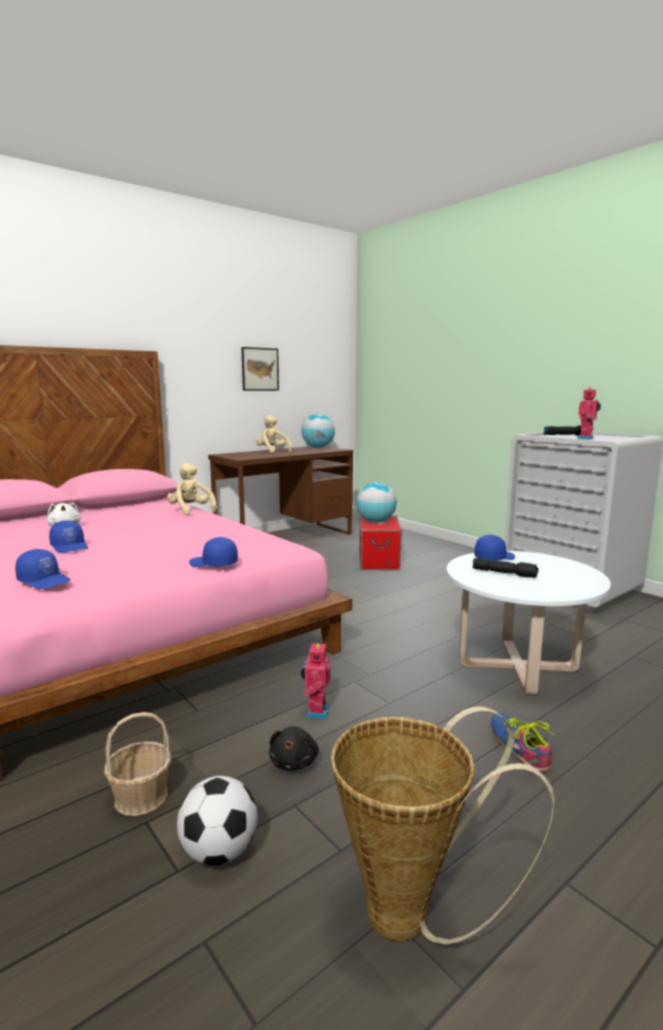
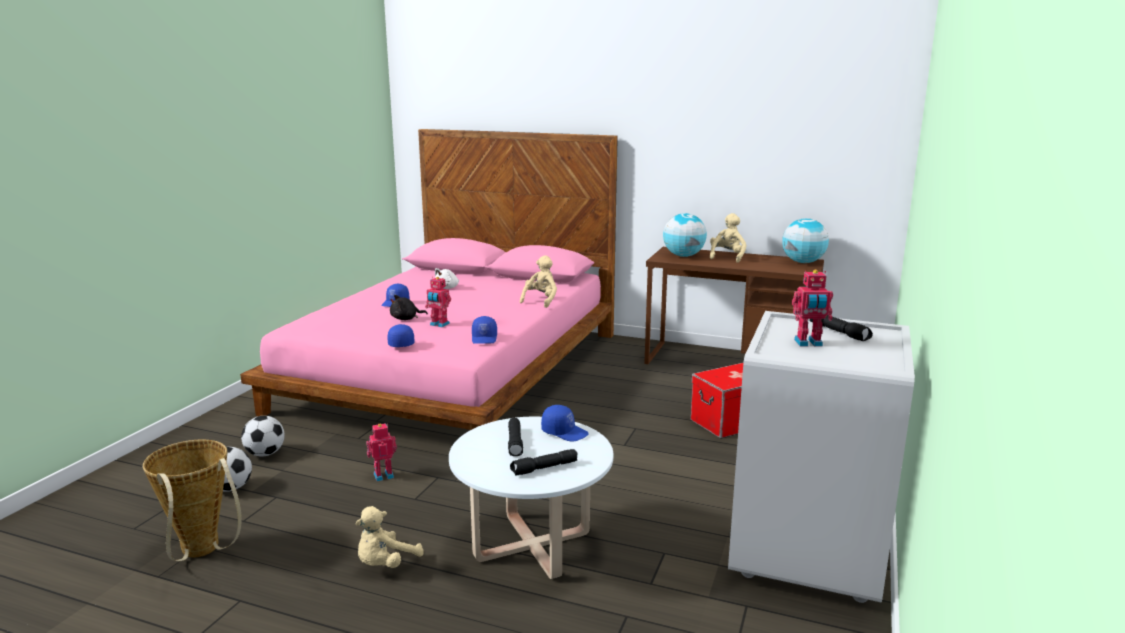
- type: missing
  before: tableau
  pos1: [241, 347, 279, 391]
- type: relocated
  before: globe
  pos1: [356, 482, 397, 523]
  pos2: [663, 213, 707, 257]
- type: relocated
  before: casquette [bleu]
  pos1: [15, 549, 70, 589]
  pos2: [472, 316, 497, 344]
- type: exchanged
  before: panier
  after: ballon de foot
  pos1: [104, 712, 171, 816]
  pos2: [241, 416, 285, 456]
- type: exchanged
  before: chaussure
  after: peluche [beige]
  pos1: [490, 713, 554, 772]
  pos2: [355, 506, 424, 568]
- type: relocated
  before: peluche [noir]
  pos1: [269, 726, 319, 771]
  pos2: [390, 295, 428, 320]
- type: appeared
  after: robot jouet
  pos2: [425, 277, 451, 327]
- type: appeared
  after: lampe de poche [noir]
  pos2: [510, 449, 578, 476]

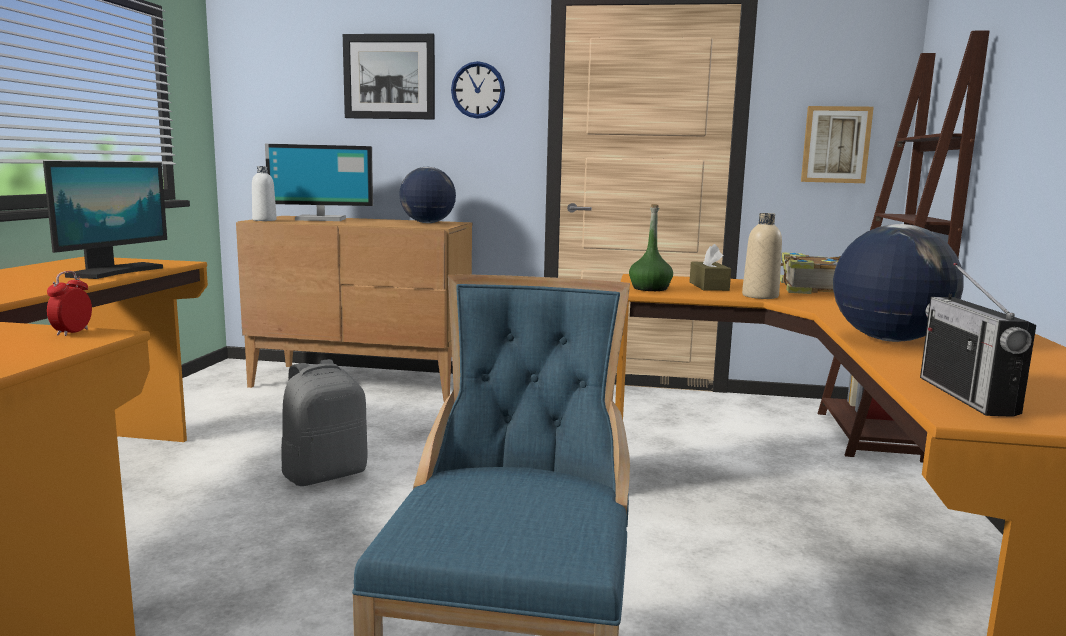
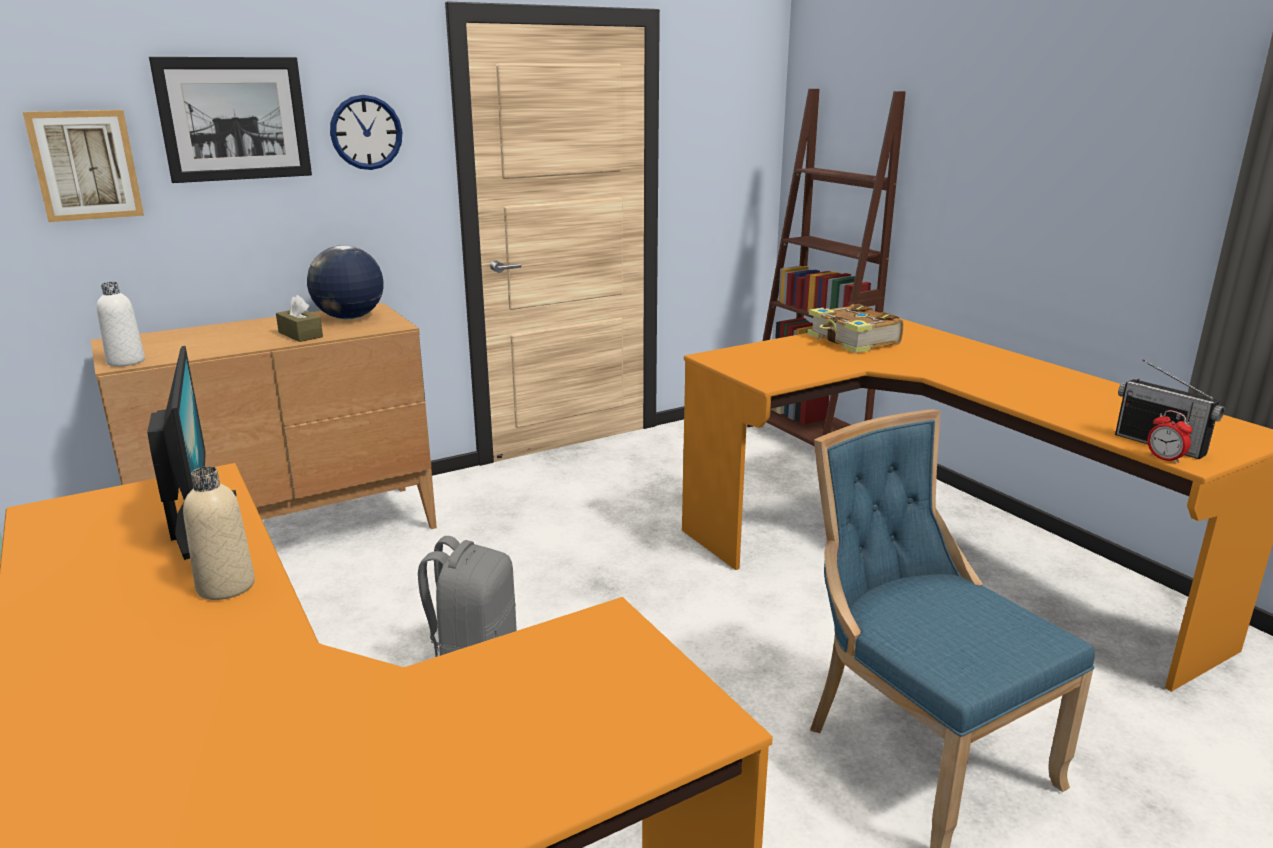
- type: relocated
  before: tableau
  pos1: [801, 106, 874, 183]
  pos2: [23, 110, 144, 222]
- type: missing
  before: écran d'ordinateur
  pos1: [265, 144, 373, 221]
- type: missing
  before: bouteille [vert]
  pos1: [629, 204, 673, 291]
- type: relocated
  before: bouteille [beige]
  pos1: [742, 213, 782, 299]
  pos2: [183, 466, 255, 600]
- type: missing
  before: globe
  pos1: [833, 224, 964, 342]
- type: relocated
  before: boîte à mouchoirs [marron]
  pos1: [690, 244, 731, 291]
  pos2: [276, 295, 323, 342]
- type: relocated
  before: réveil
  pos1: [47, 271, 92, 336]
  pos2: [1147, 410, 1192, 464]

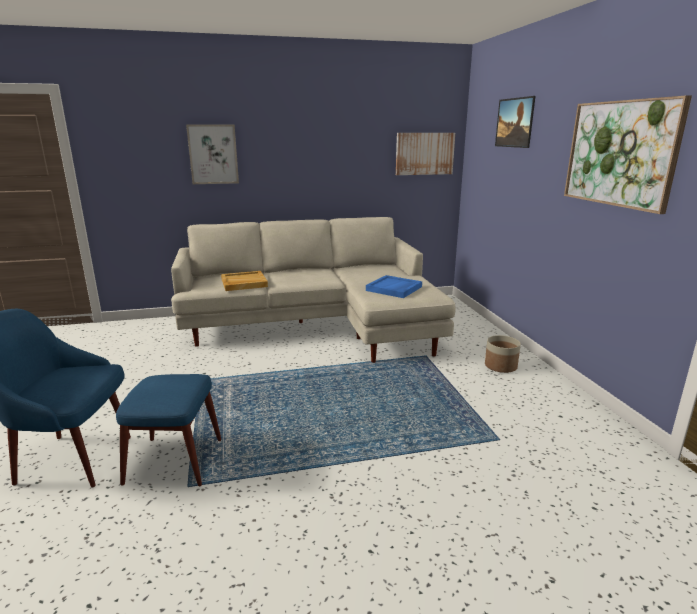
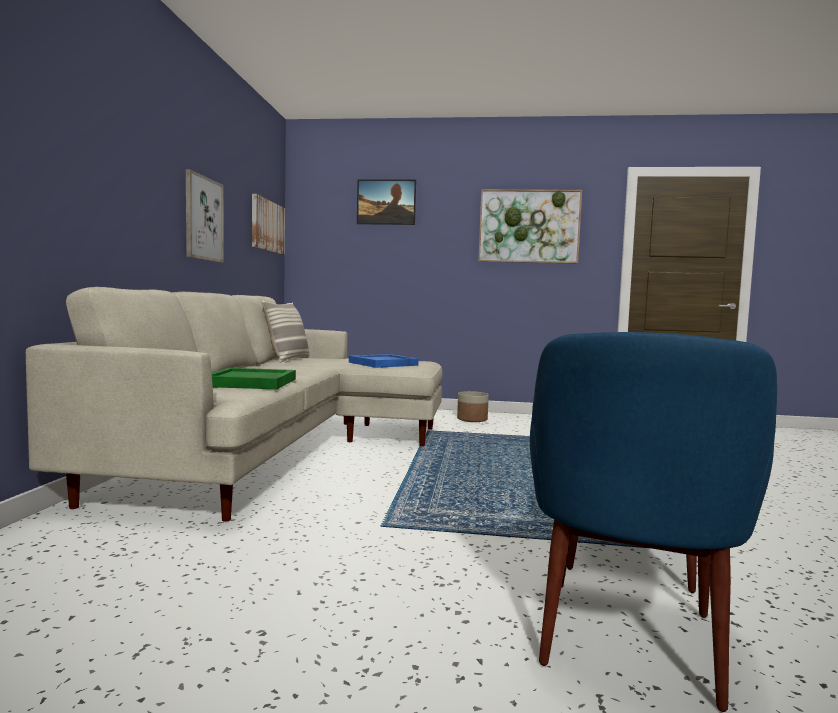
- type: relocated
  before: tableau
  pos1: [186, 124, 239, 184]
  pos2: [186, 169, 224, 263]
- type: colour
  before: plateau [beige]
  after: plateau [vert]
  pos1: [221, 271, 268, 291]
  pos2: [212, 368, 296, 389]
- type: appeared
  after: coussin
  pos2: [262, 300, 309, 363]

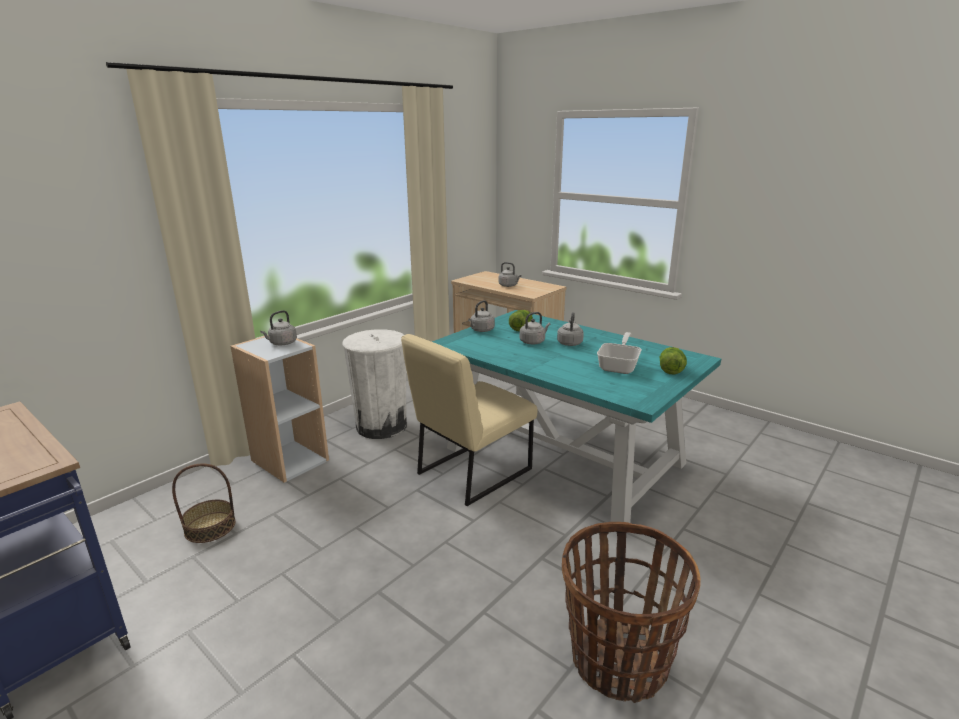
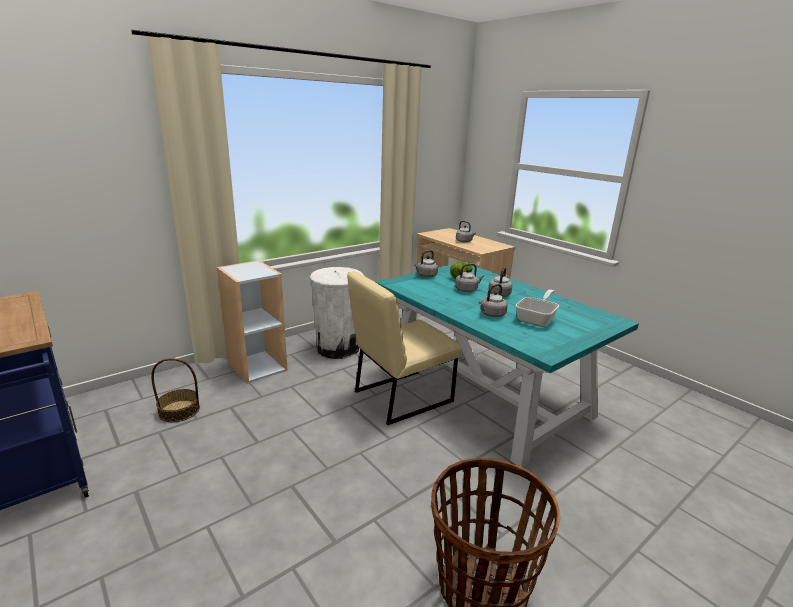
- type: relocated
  before: bouilloire [gris]
  pos1: [260, 310, 297, 345]
  pos2: [479, 284, 508, 317]
- type: missing
  before: laitue
  pos1: [660, 347, 687, 374]

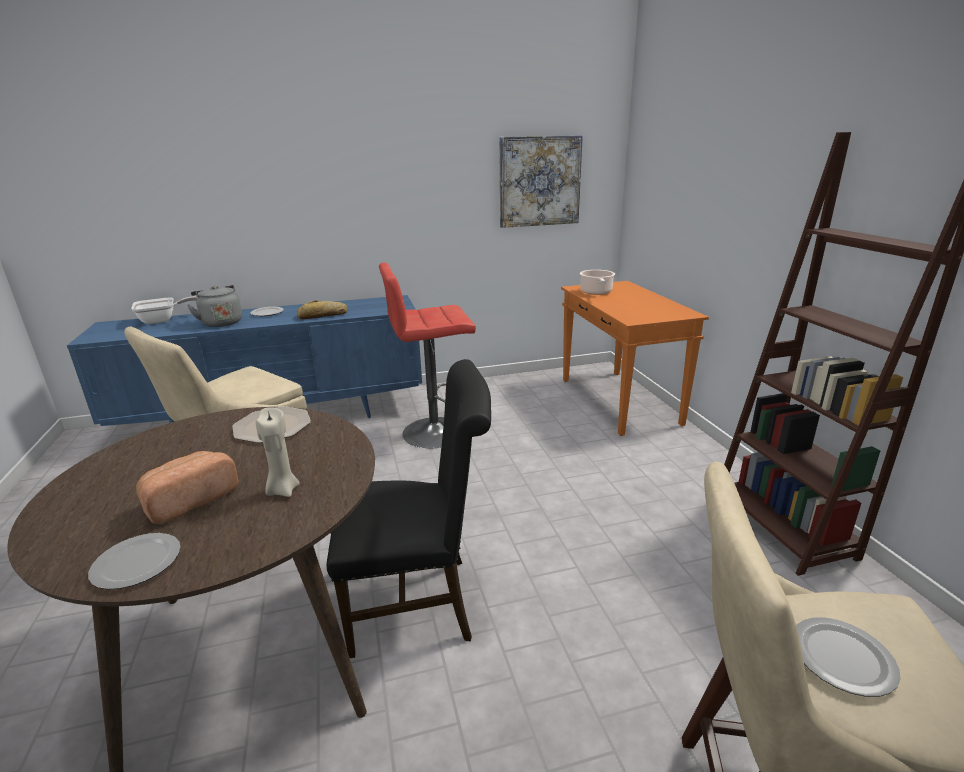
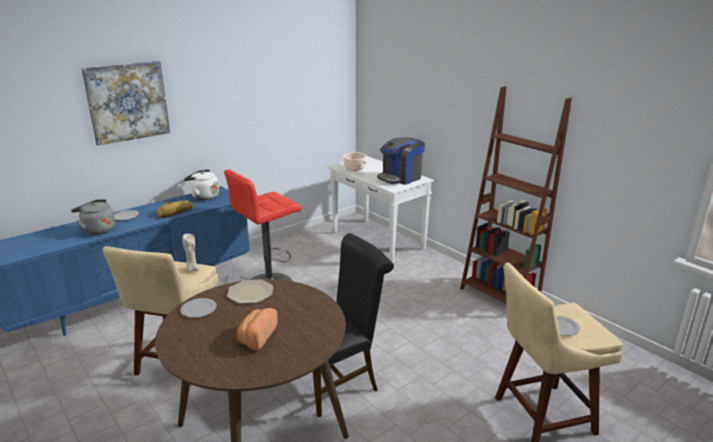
- type: relocated
  before: tableau
  pos1: [499, 135, 583, 228]
  pos2: [81, 61, 170, 146]
- type: colour
  before: table console [orange]
  after: table console [blanc]
  pos1: [561, 281, 709, 436]
  pos2: [328, 156, 434, 262]
- type: missing
  before: poêle
  pos1: [131, 296, 198, 324]
- type: relocated
  before: bougie [beige]
  pos1: [256, 407, 300, 497]
  pos2: [183, 234, 200, 272]
- type: relocated
  before: assiette
  pos1: [88, 533, 181, 589]
  pos2: [180, 298, 217, 318]
- type: appeared
  after: machine à café
  pos2: [377, 137, 425, 185]
- type: appeared
  after: bouilloire [blanc]
  pos2: [184, 169, 219, 200]

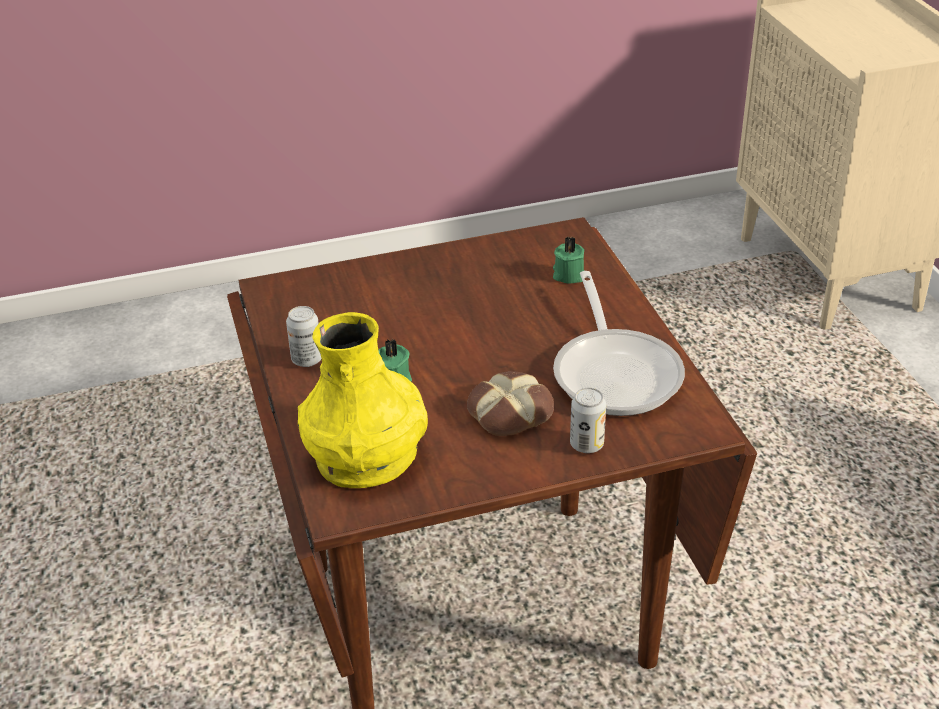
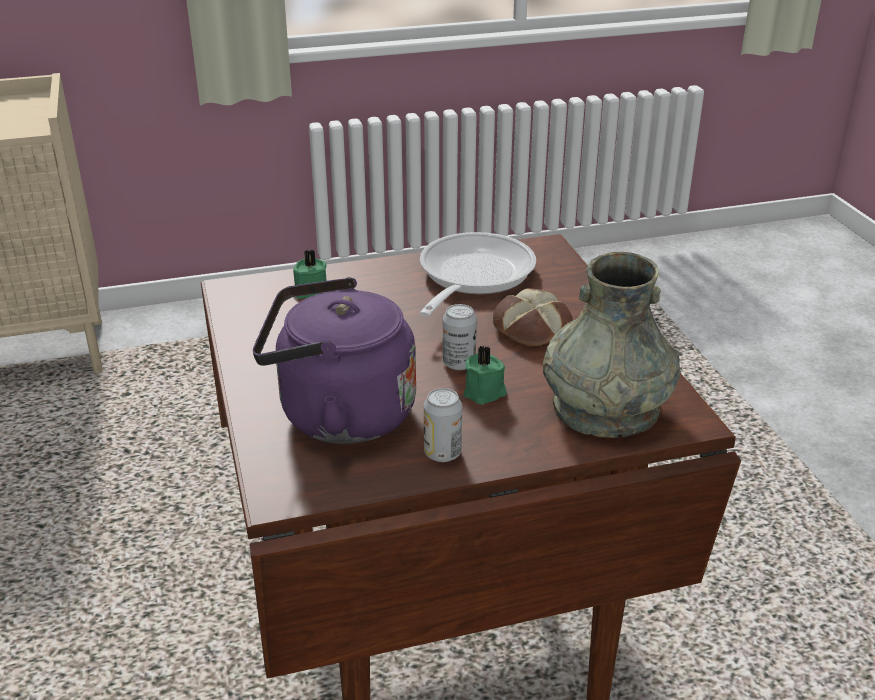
- type: spun
  before: poêle
  pos1: [553, 271, 685, 416]
  pos2: [420, 232, 536, 316]
  turn: -60
- type: colour
  before: vase [jaune]
  after: vase [gris]
  pos1: [298, 312, 428, 488]
  pos2: [543, 252, 680, 438]
- type: relocated
  before: boîte métallique
  pos1: [570, 388, 606, 453]
  pos2: [443, 304, 477, 370]
- type: appeared
  after: bouilloire [violet]
  pos2: [253, 277, 416, 444]

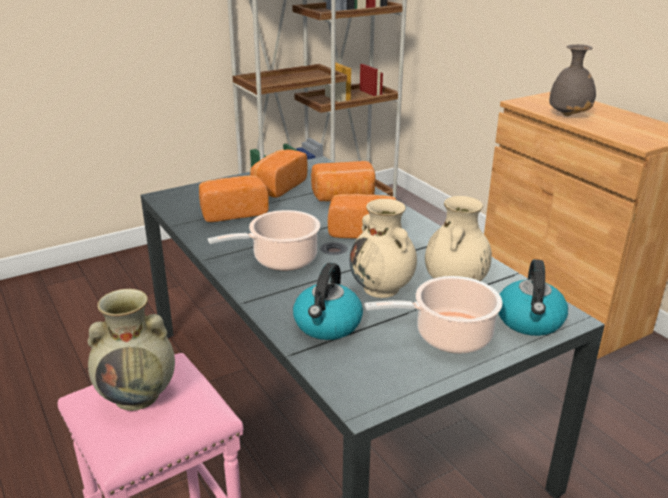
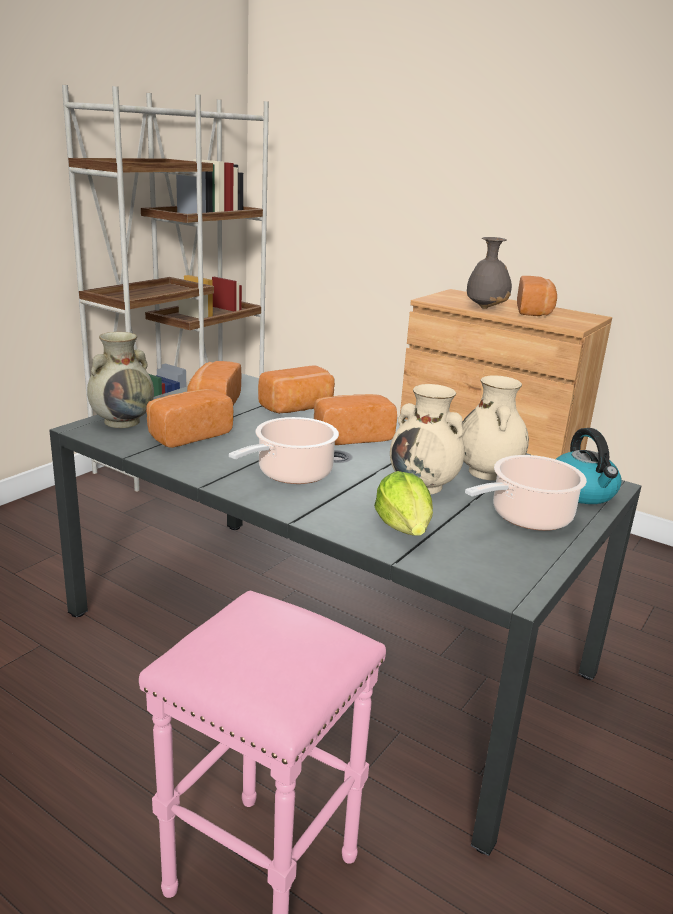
- type: exchanged
  before: bouilloire
  after: laitue
  pos1: [293, 263, 363, 340]
  pos2: [374, 471, 433, 536]
- type: relocated
  before: vase [beige]
  pos1: [88, 289, 175, 411]
  pos2: [87, 332, 154, 428]
- type: appeared
  after: pain
  pos2: [517, 276, 557, 316]

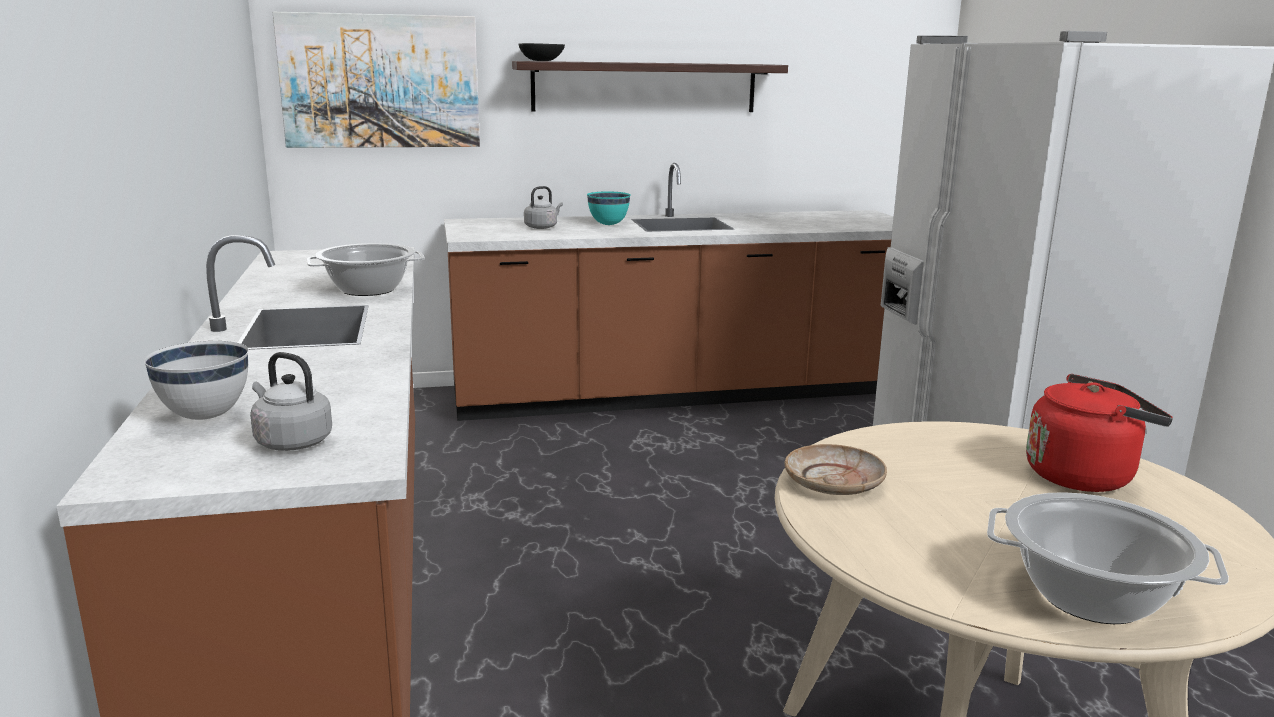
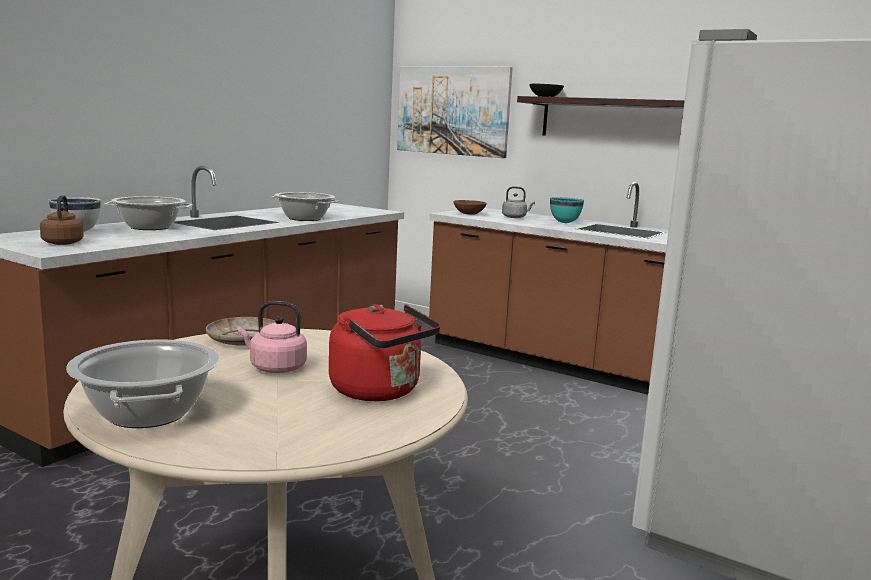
- type: colour
  before: bouilloire [gris]
  after: bouilloire [marron]
  pos1: [250, 352, 332, 451]
  pos2: [40, 195, 84, 245]
- type: appeared
  after: marmite
  pos2: [104, 196, 193, 230]
- type: appeared
  after: bol [marron]
  pos2: [453, 200, 487, 214]
- type: appeared
  after: bouilloire [rose]
  pos2: [238, 301, 307, 373]

